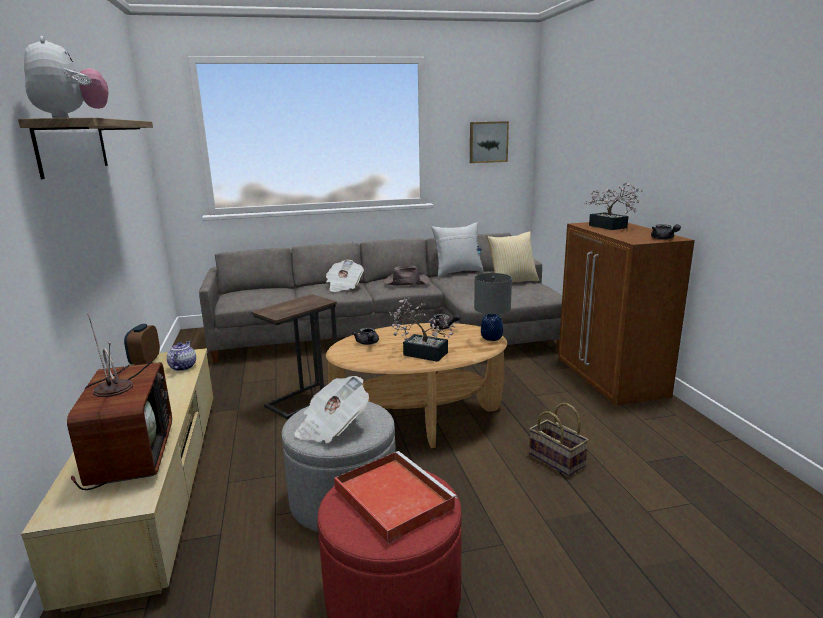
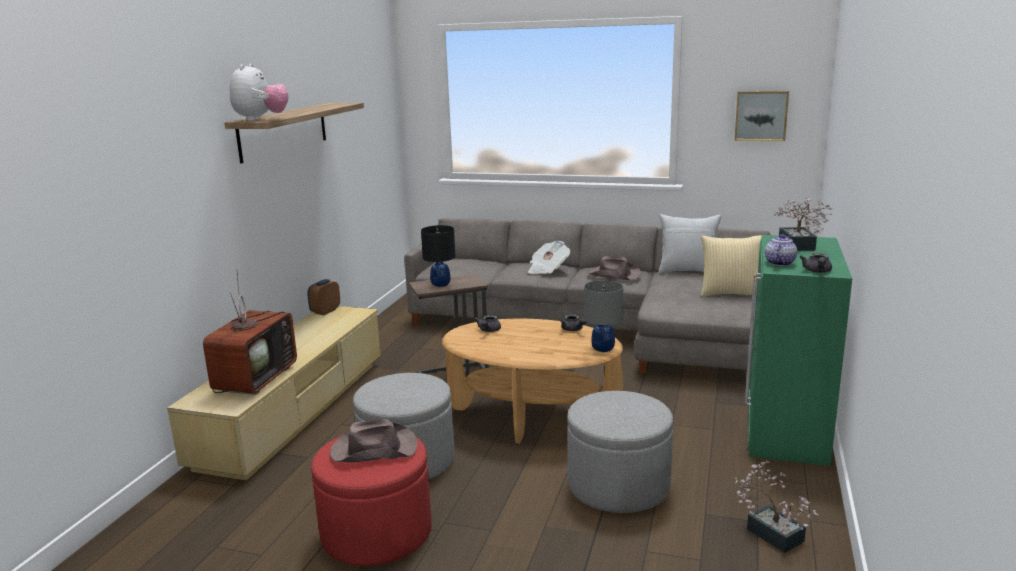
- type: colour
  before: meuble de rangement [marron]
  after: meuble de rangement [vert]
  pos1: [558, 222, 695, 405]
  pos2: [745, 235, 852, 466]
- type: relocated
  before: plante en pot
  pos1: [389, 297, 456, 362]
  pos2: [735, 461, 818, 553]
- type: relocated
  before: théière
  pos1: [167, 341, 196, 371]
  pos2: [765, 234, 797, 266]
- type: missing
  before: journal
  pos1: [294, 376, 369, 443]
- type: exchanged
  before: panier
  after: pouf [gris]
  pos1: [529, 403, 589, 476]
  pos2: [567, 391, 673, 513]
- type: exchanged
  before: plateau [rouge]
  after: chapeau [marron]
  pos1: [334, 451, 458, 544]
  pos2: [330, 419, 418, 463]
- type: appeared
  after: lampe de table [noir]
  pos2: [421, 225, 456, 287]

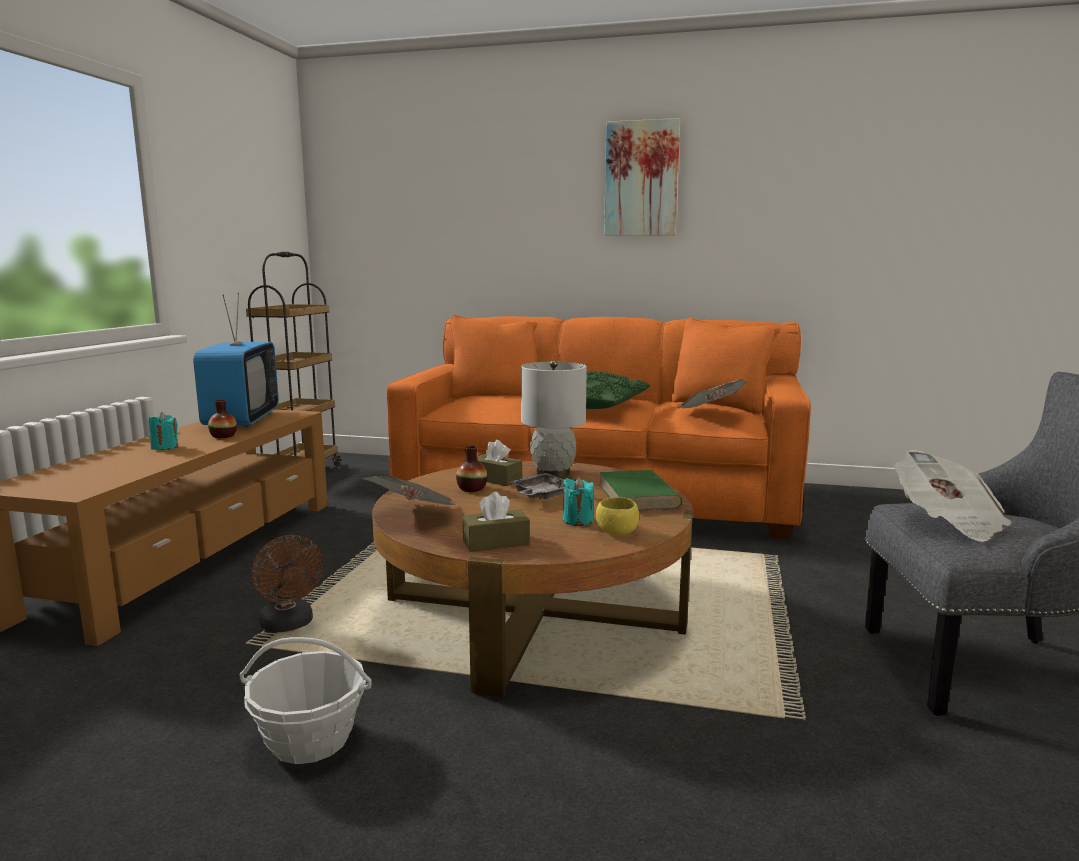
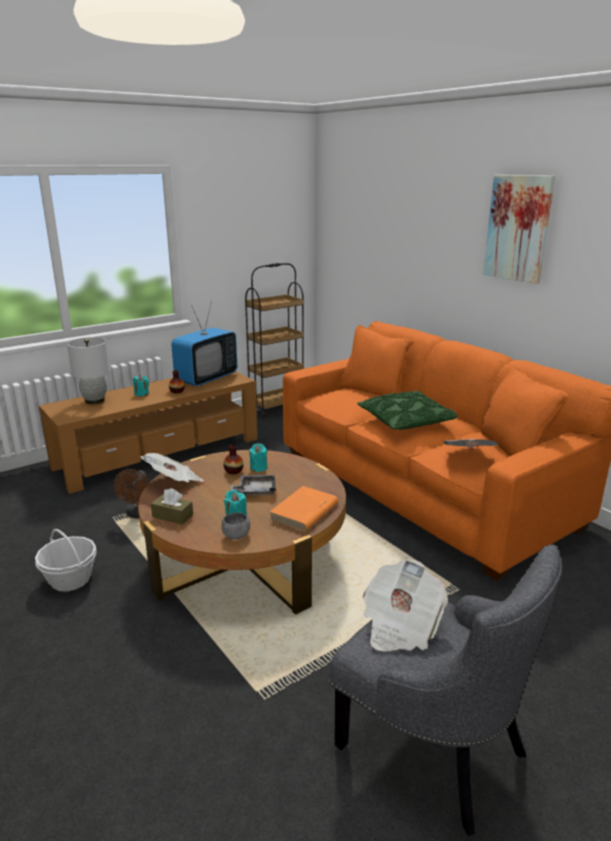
- type: relocated
  before: lampe de table [blanc]
  pos1: [521, 360, 587, 477]
  pos2: [67, 337, 110, 404]
- type: exchanged
  before: boîte à mouchoirs [marron]
  after: bougie [turquoise]
  pos1: [477, 440, 522, 486]
  pos2: [249, 443, 267, 472]
- type: colour
  before: livre [vert]
  after: livre [orange]
  pos1: [599, 470, 682, 511]
  pos2: [270, 486, 338, 532]
- type: colour
  before: bol [jaune]
  after: bol [gris]
  pos1: [596, 497, 639, 536]
  pos2: [221, 512, 250, 539]

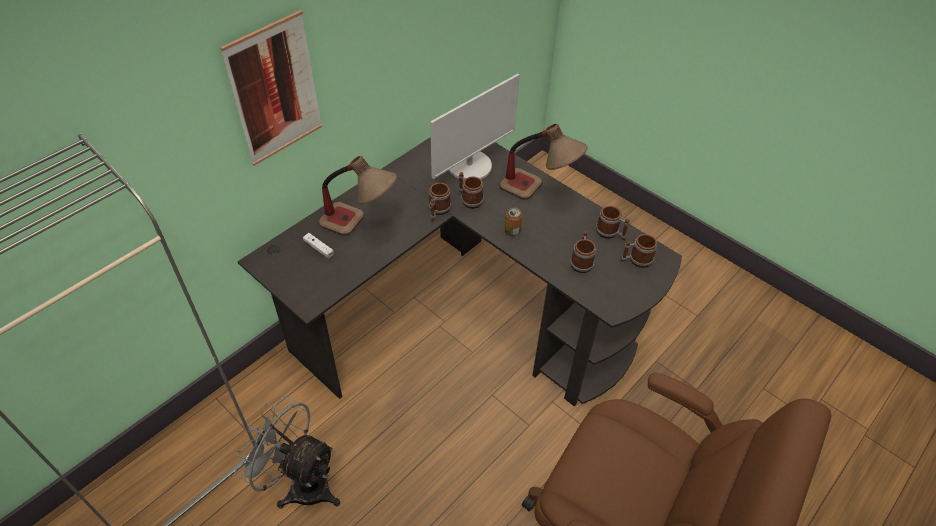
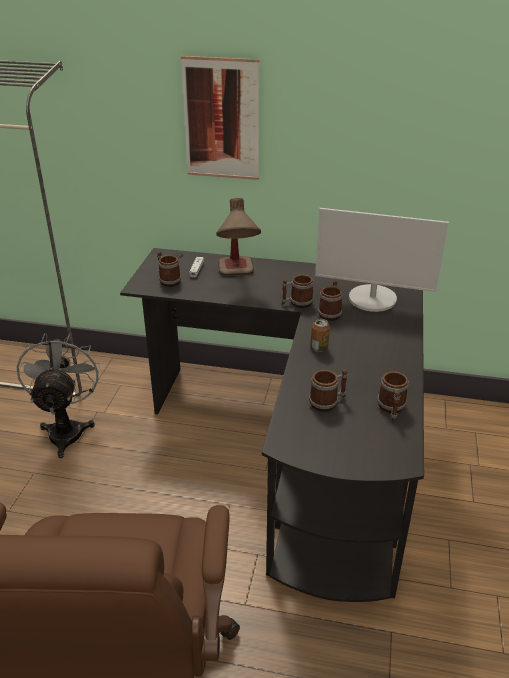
- type: missing
  before: lampe de table
  pos1: [499, 124, 588, 200]
- type: relocated
  before: mug
  pos1: [620, 234, 658, 268]
  pos2: [157, 252, 181, 287]

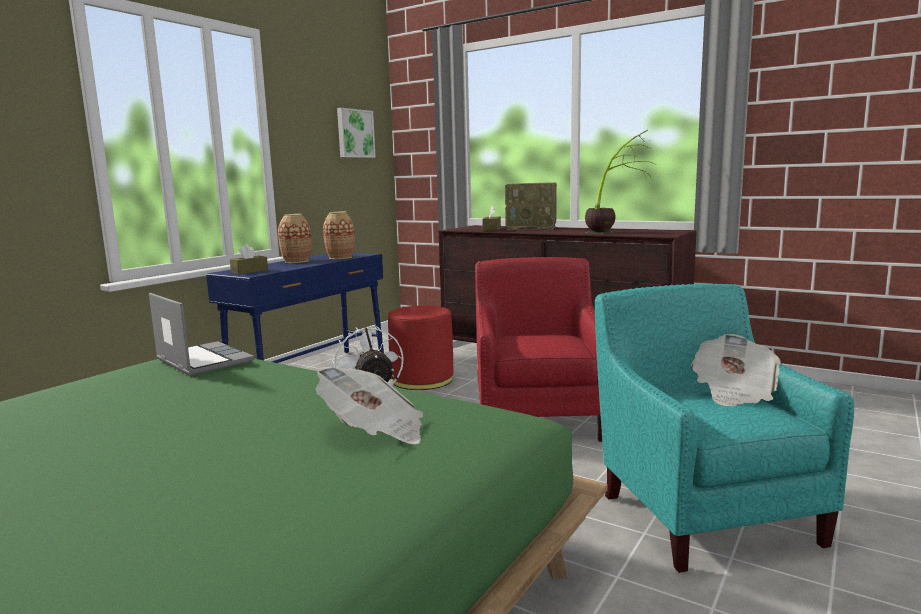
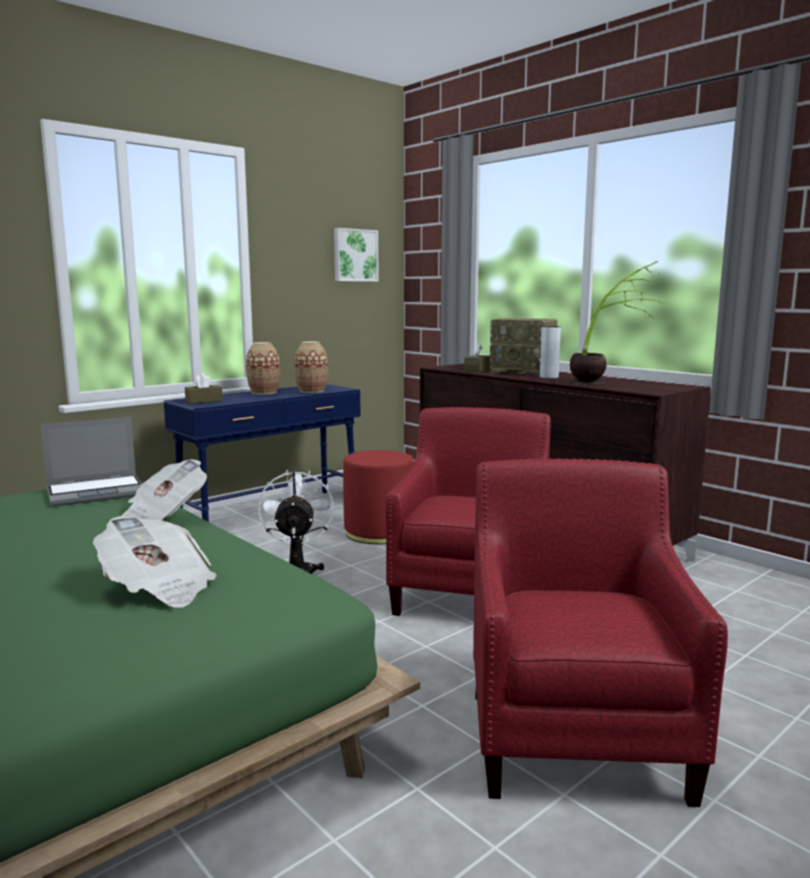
- type: colour
  before: fauteuil [turquoise]
  after: fauteuil [rouge]
  pos1: [595, 284, 854, 573]
  pos2: [473, 458, 728, 807]
- type: spun
  before: ordinateur portable
  pos1: [149, 293, 254, 376]
  pos2: [40, 417, 142, 507]
  turn: 90
- type: relocated
  before: journal
  pos1: [691, 334, 781, 406]
  pos2: [122, 459, 207, 521]
- type: appeared
  after: vase [gris]
  pos2: [540, 326, 561, 379]

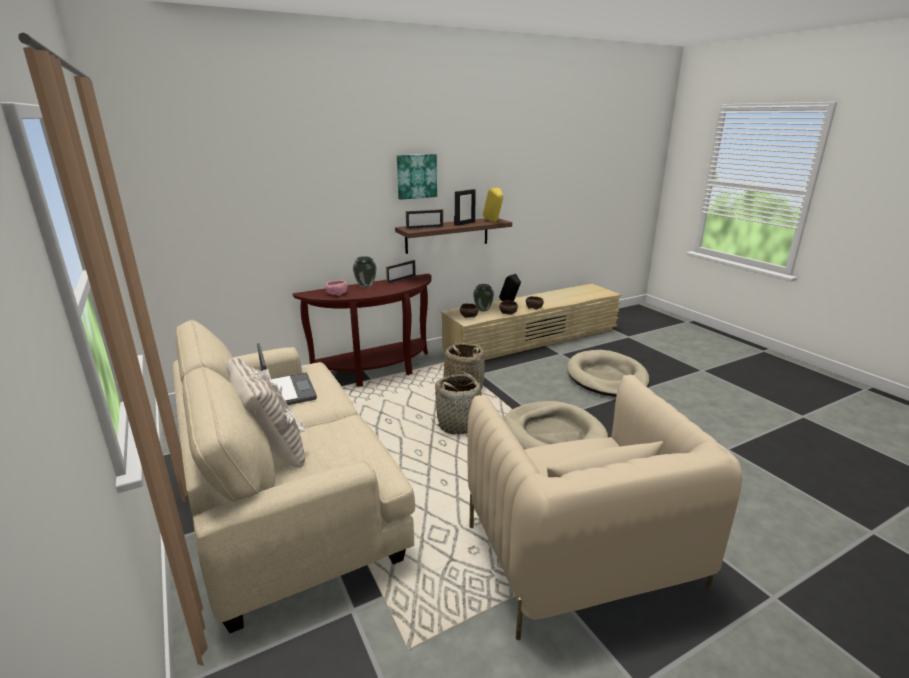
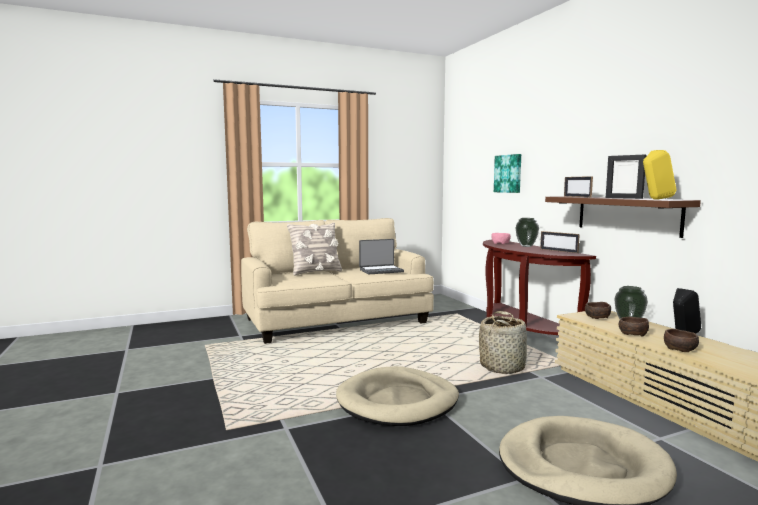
- type: relocated
  before: tableau
  pos1: [397, 154, 437, 200]
  pos2: [494, 154, 521, 193]
- type: missing
  before: panier
  pos1: [431, 371, 483, 434]
- type: missing
  before: fauteuil [beige]
  pos1: [467, 375, 742, 640]

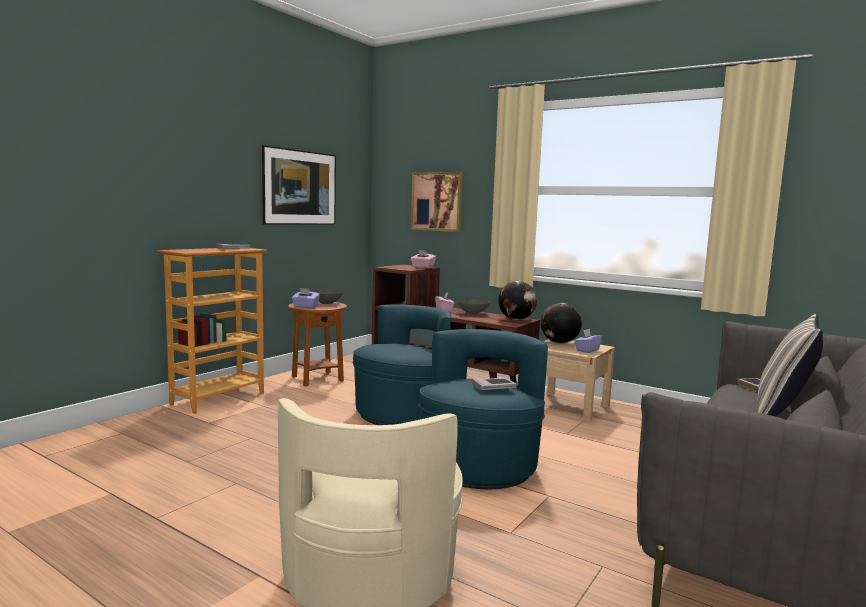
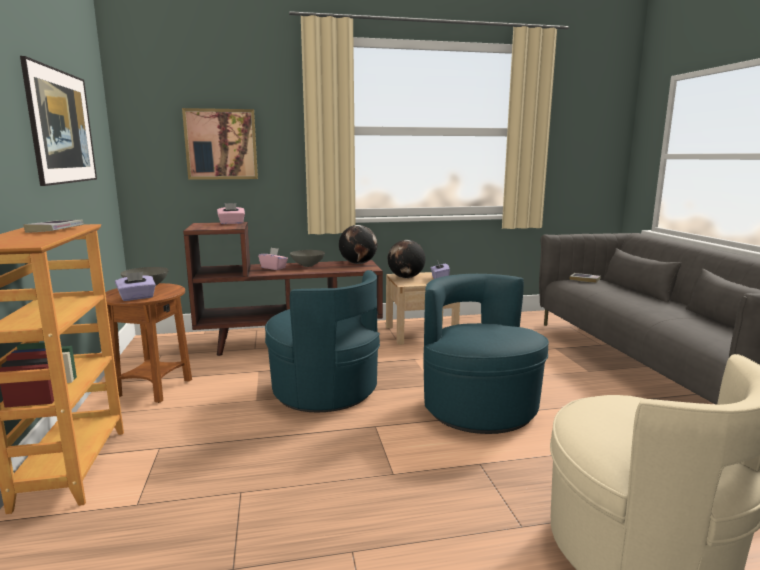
- type: spun
  before: fauteuil [turquoise]
  pos1: [353, 305, 451, 425]
  pos2: [265, 270, 380, 412]
  turn: 135
- type: missing
  before: coussin
  pos1: [758, 314, 823, 416]
- type: missing
  before: livre
  pos1: [472, 378, 517, 390]

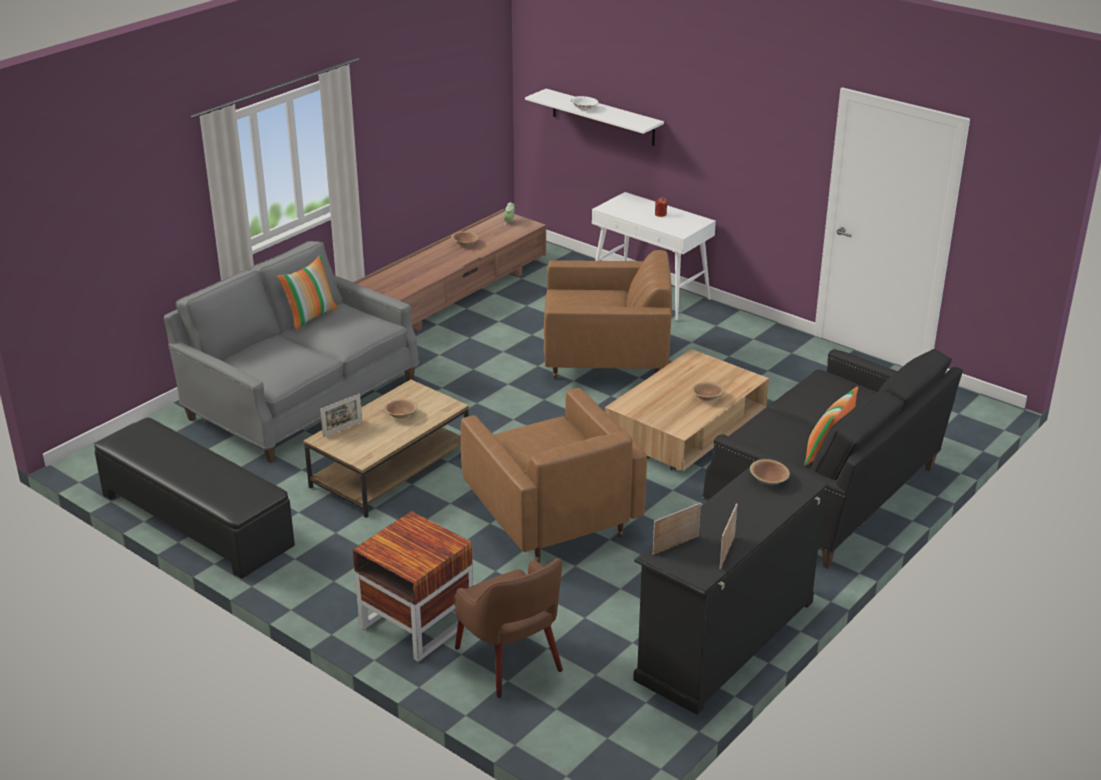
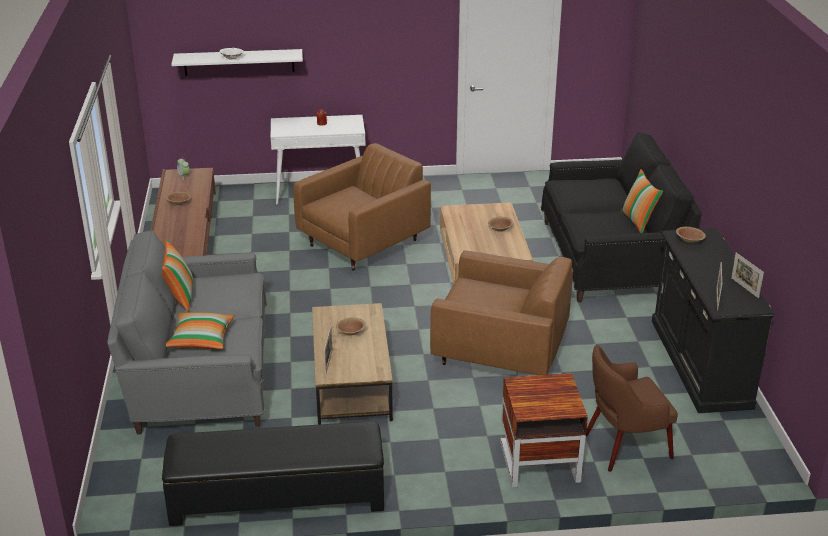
- type: spun
  before: fauteuil [marron]
  pos1: [454, 558, 563, 698]
  pos2: [586, 345, 678, 472]
  turn: 150
- type: appeared
  after: coussin
  pos2: [166, 312, 234, 349]

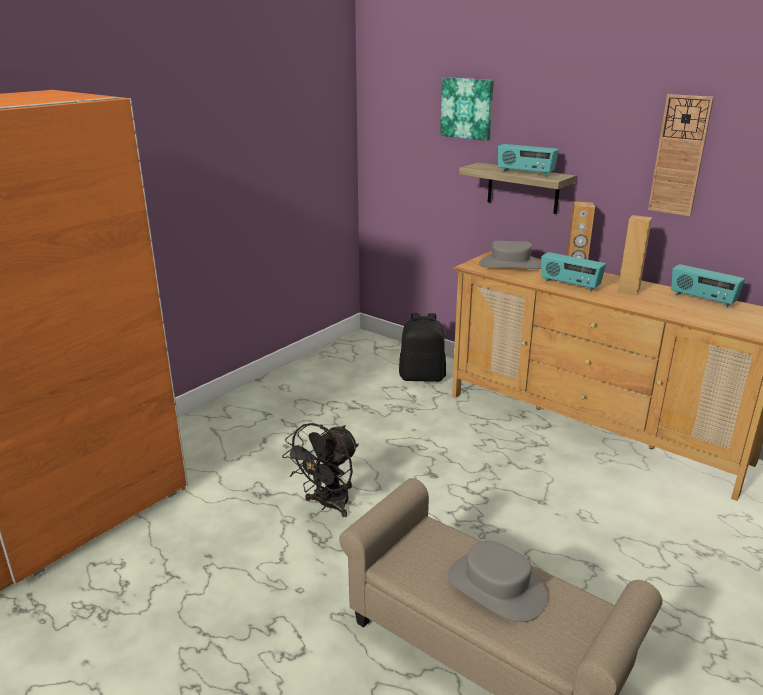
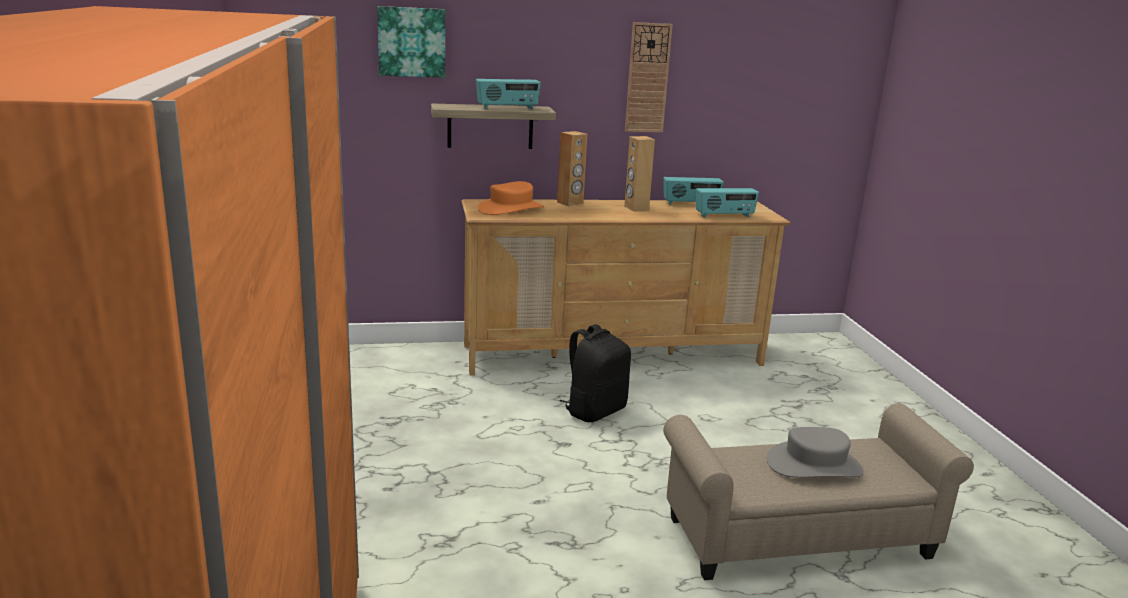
- type: colour
  before: chapeau [gris]
  after: chapeau [orange]
  pos1: [479, 241, 541, 269]
  pos2: [478, 181, 544, 215]
- type: relocated
  before: radio
  pos1: [541, 252, 606, 292]
  pos2: [696, 188, 759, 218]
- type: relocated
  before: sac à dos [noir]
  pos1: [399, 313, 446, 382]
  pos2: [560, 324, 631, 422]
- type: missing
  before: ventilateur [noir]
  pos1: [282, 423, 359, 517]

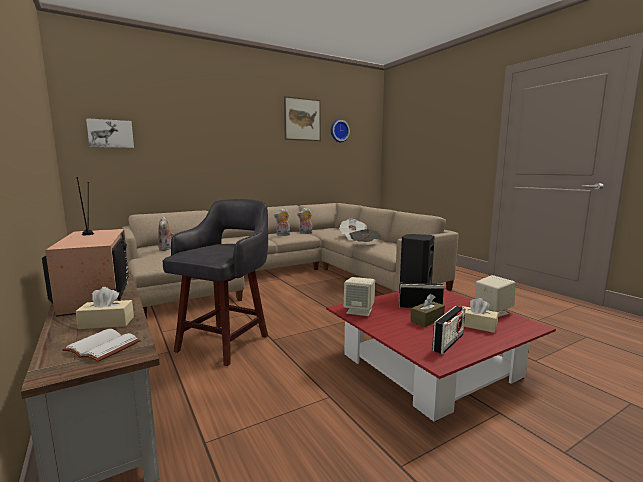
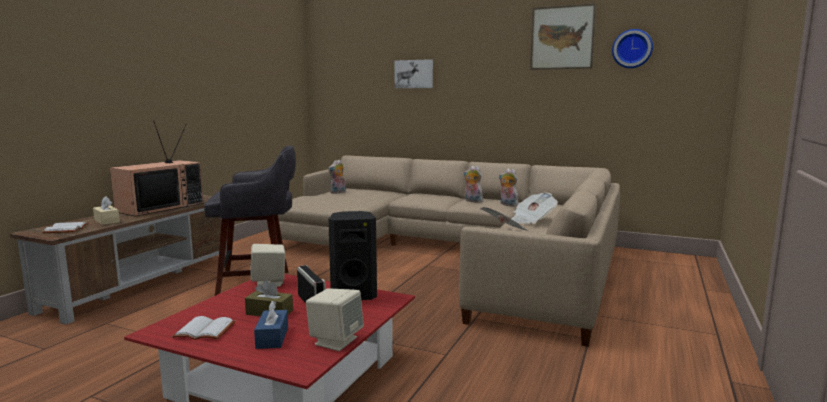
- type: relocated
  before: tableau
  pos1: [86, 118, 134, 148]
  pos2: [394, 59, 433, 88]
- type: colour
  before: boîte à mouchoirs [beige]
  after: boîte à mouchoirs [bleu]
  pos1: [462, 298, 498, 333]
  pos2: [254, 301, 288, 349]
- type: exchanged
  before: radio
  after: livre [blanc]
  pos1: [432, 306, 465, 354]
  pos2: [172, 316, 236, 340]

